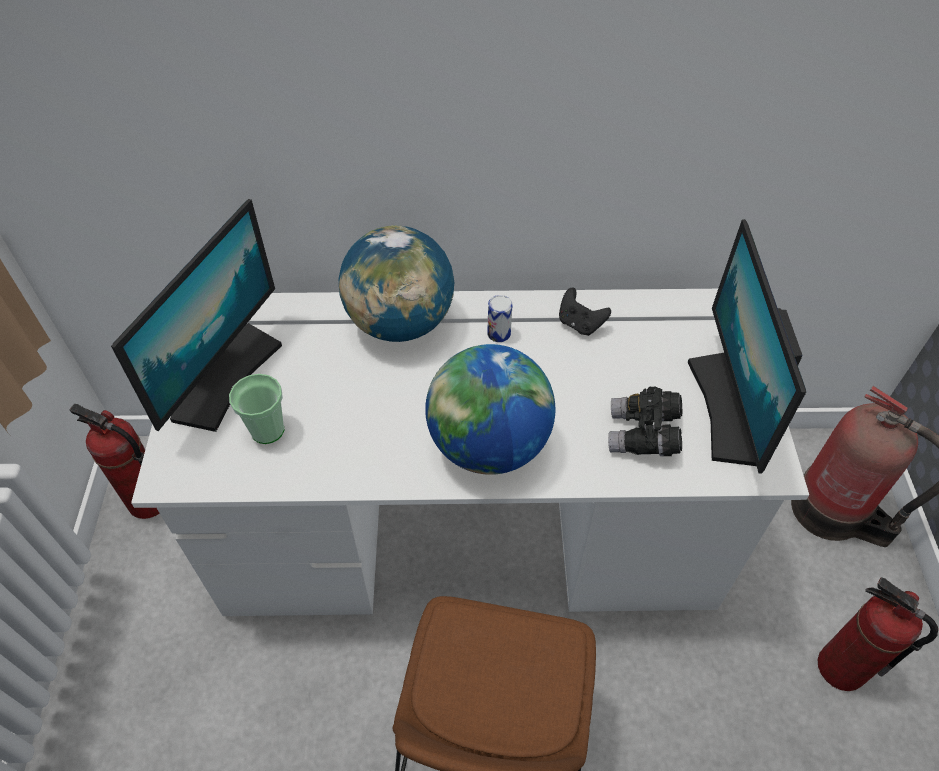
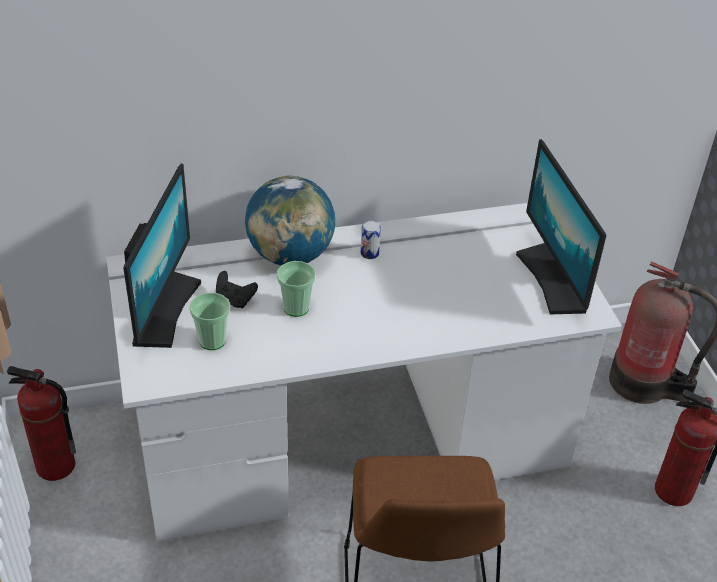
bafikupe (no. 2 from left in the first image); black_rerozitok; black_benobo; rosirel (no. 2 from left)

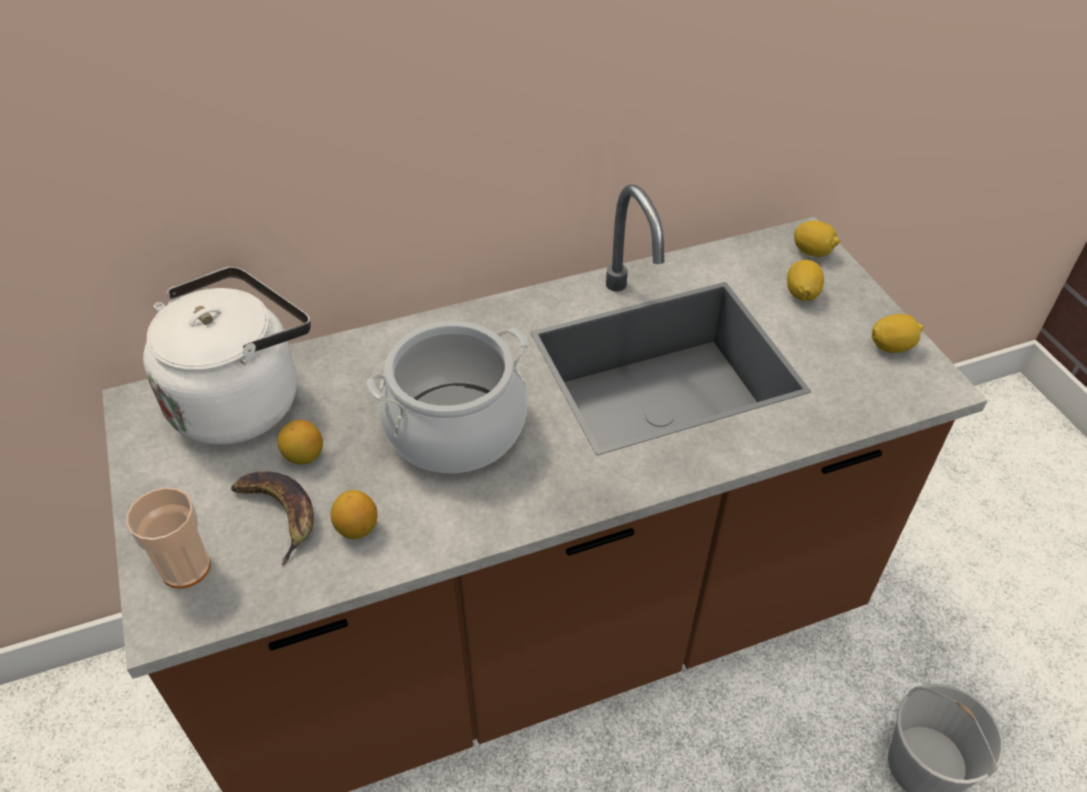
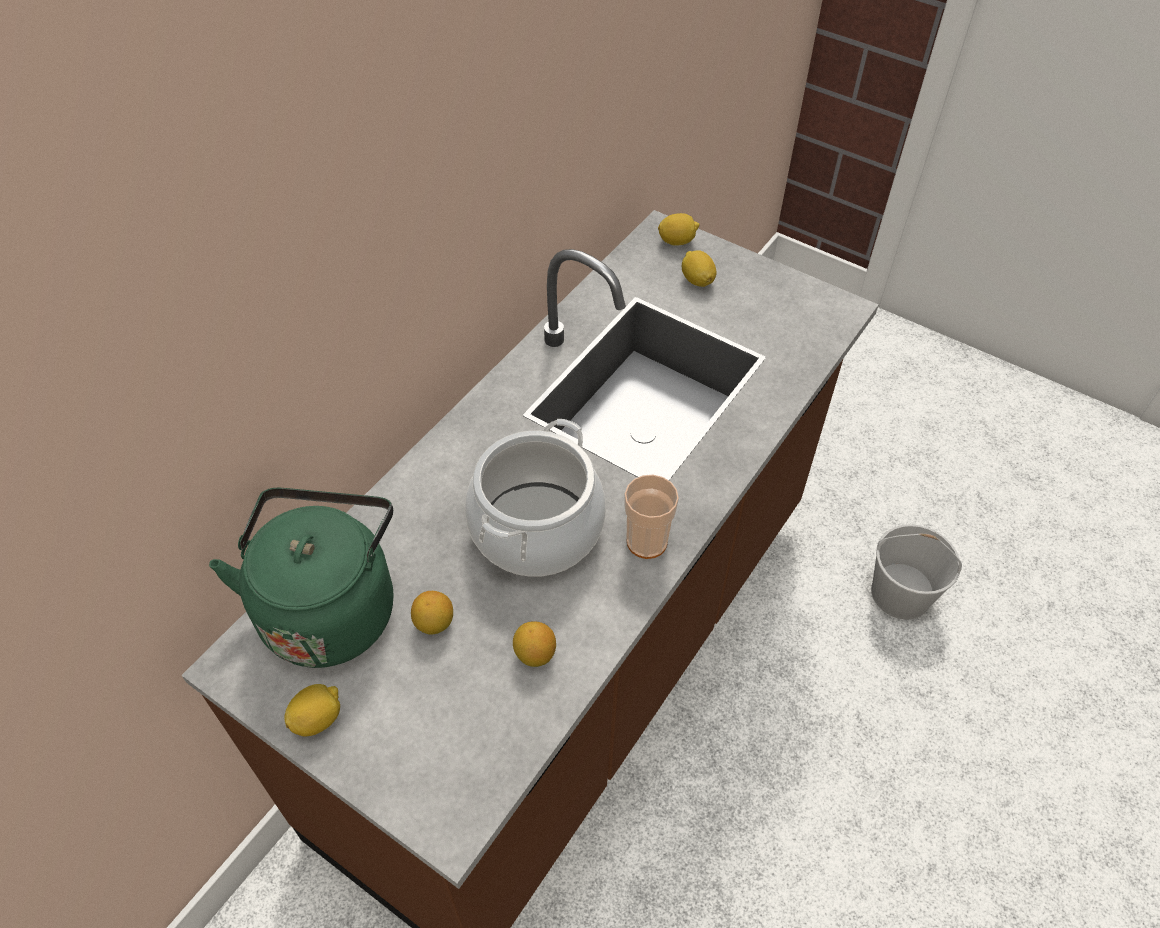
rosirel; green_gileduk; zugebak; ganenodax (no. 1 from left)

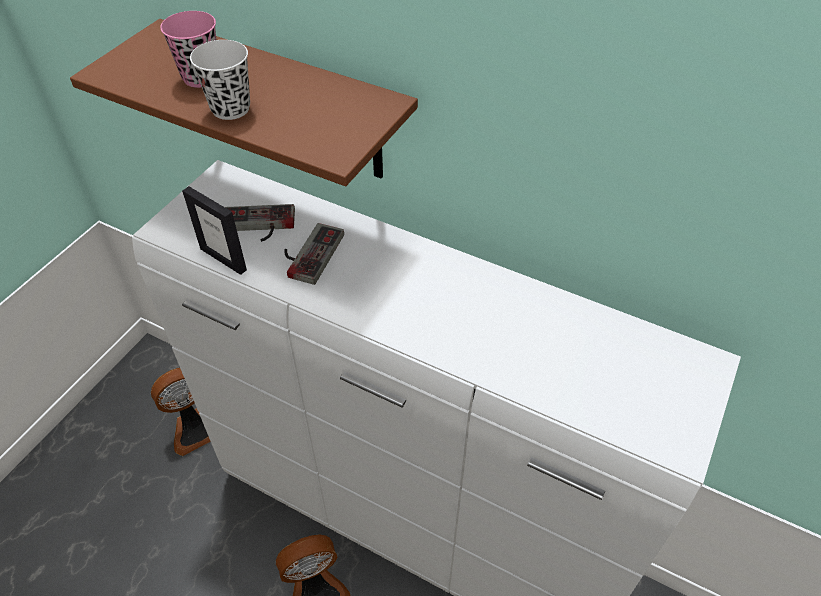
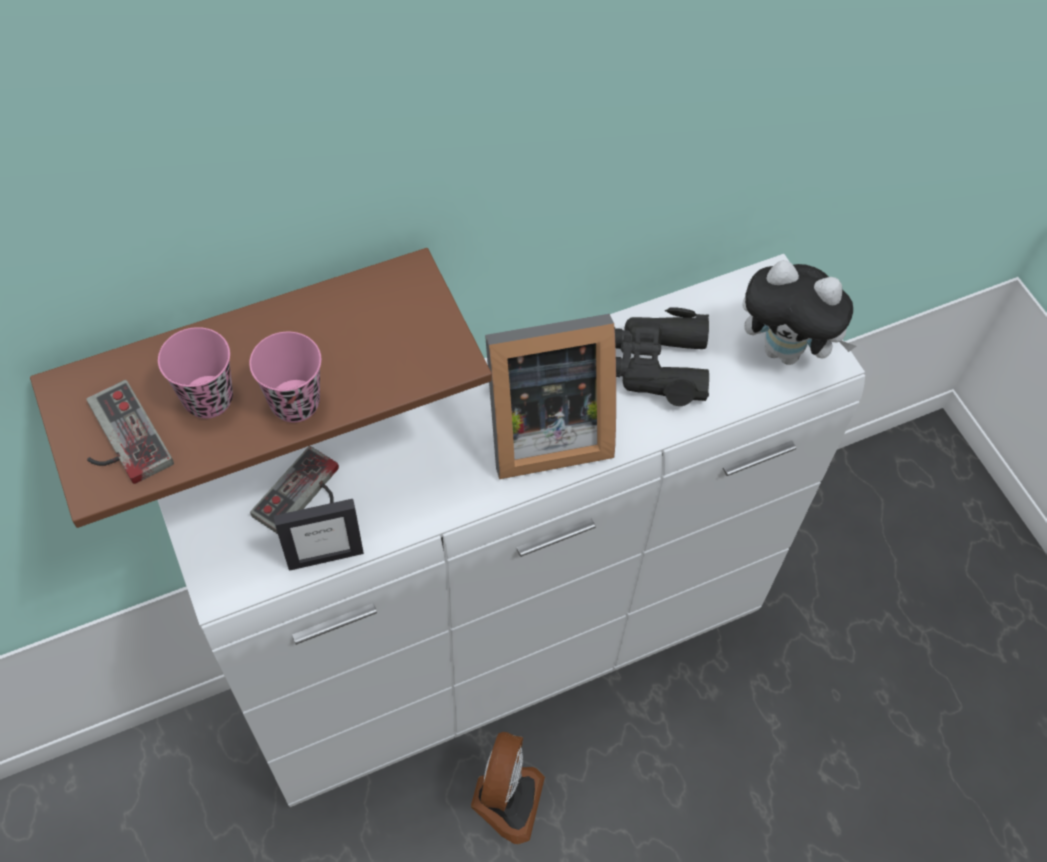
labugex (no. 1 from left in the first image); pink_rosirel (no. 2 from left); rerozitok (no. 1 from left); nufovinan (no. 2 from left); black_benobo; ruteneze

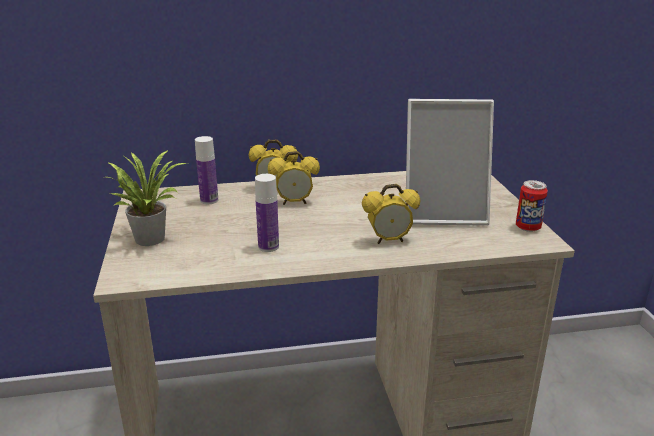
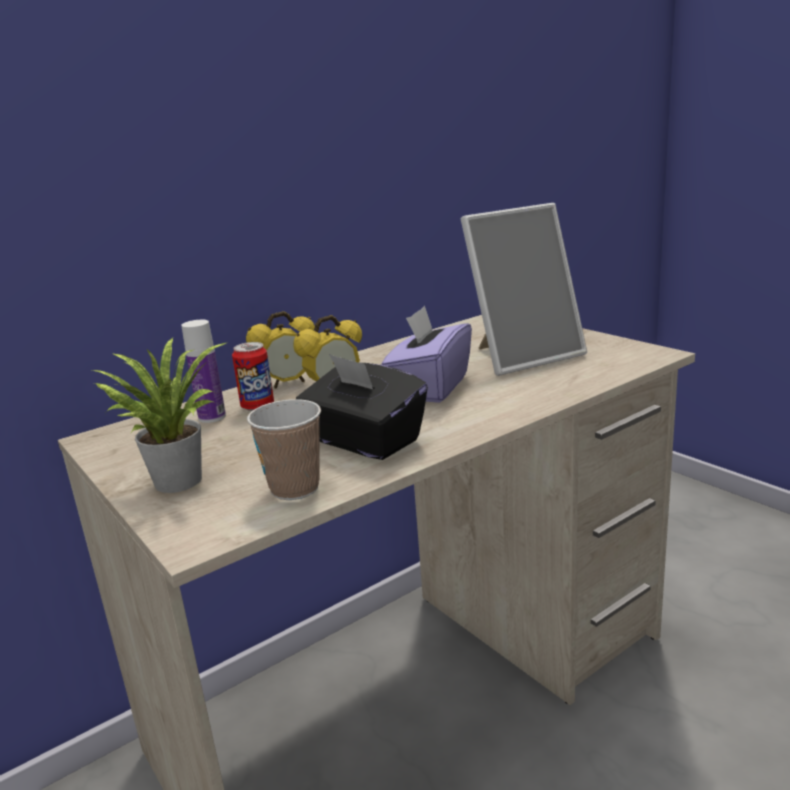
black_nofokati; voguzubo (no. 3 from left in the first image); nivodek; rosirel; purple_nofokati

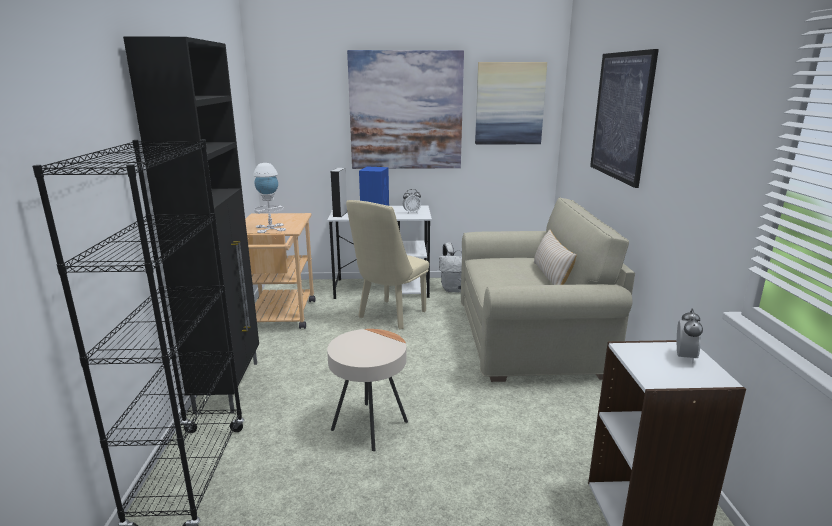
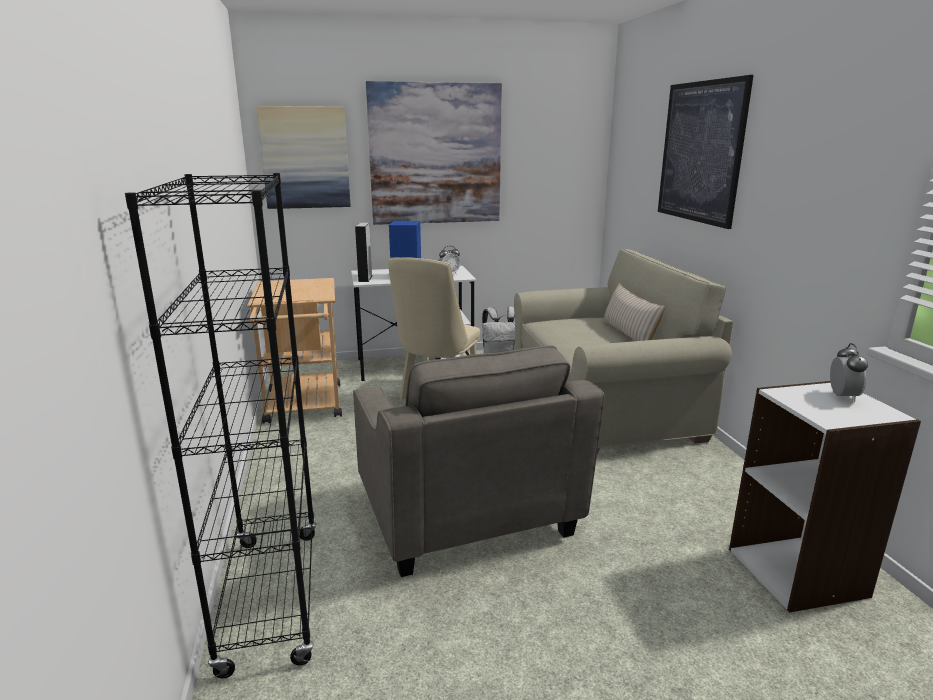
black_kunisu; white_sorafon; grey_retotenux; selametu (no. 1 from left)

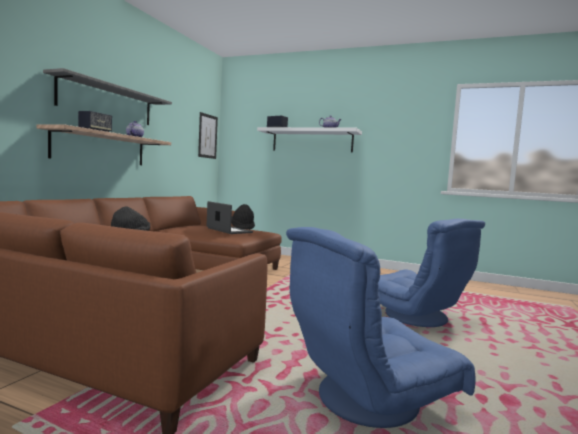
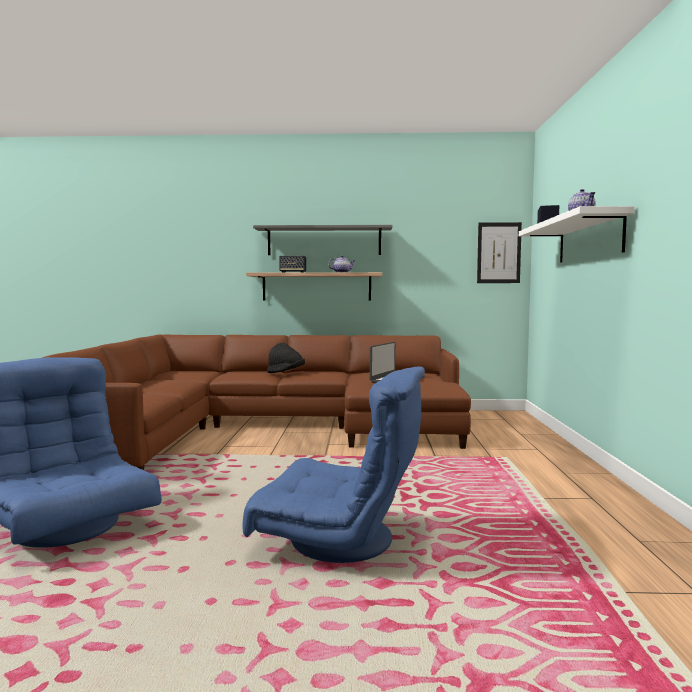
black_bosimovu (no. 2 from left in the first image); blue_retotenux (no. 2 from left)

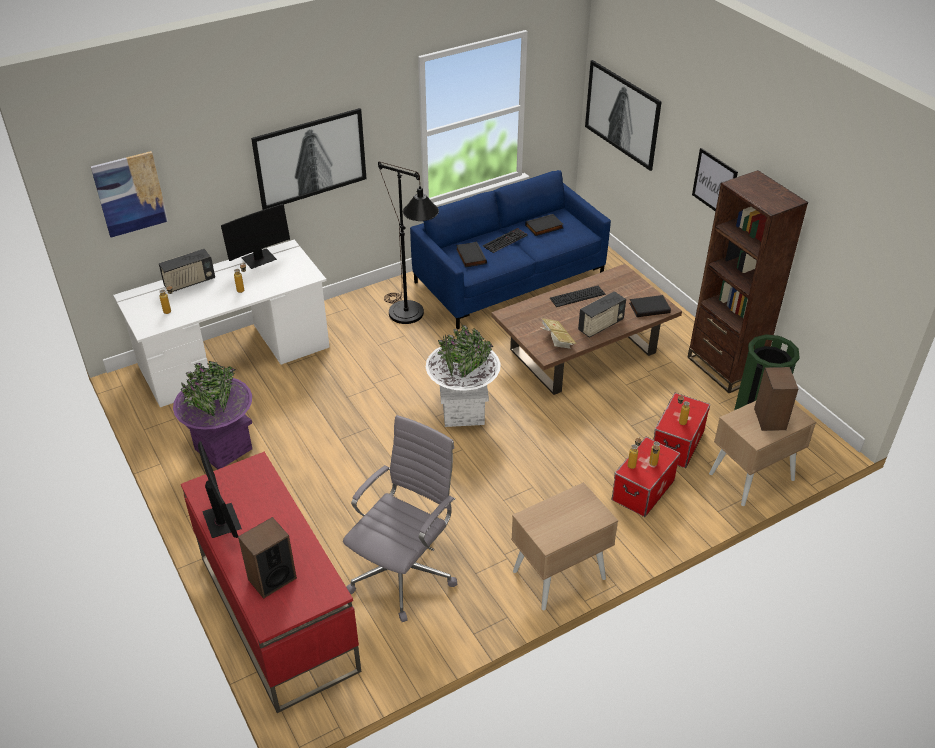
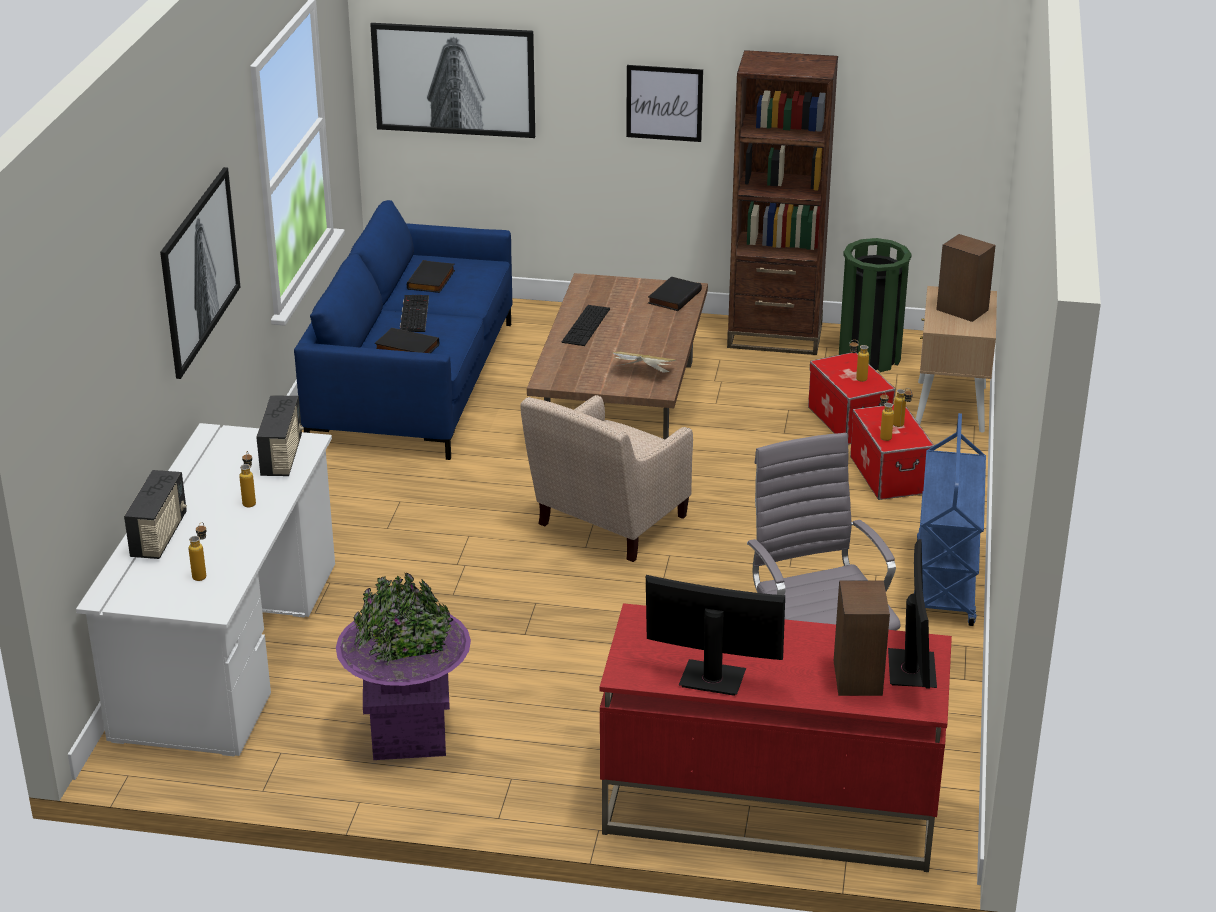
selametu (no. 1 from left in the first image); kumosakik (no. 2 from left); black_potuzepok; beige_retotenux; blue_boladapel; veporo (no. 2 from left)

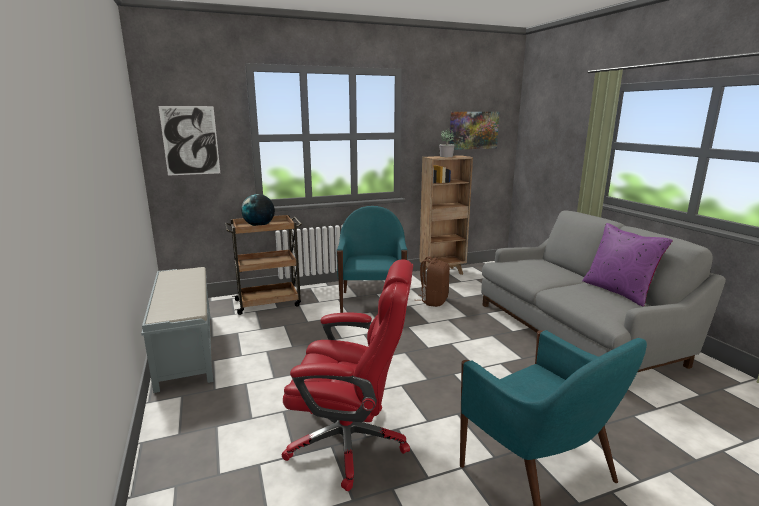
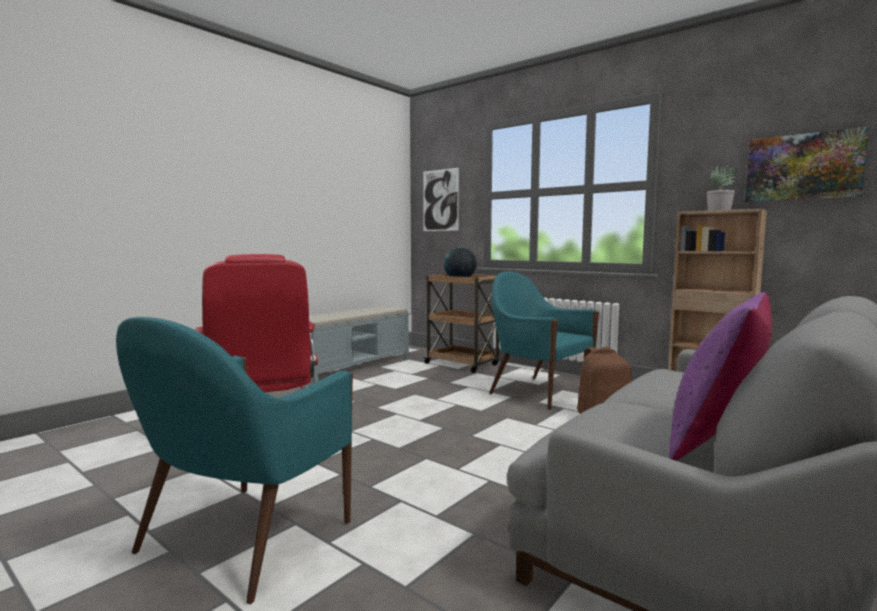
turquoise_retotenux (no. 2 from left)

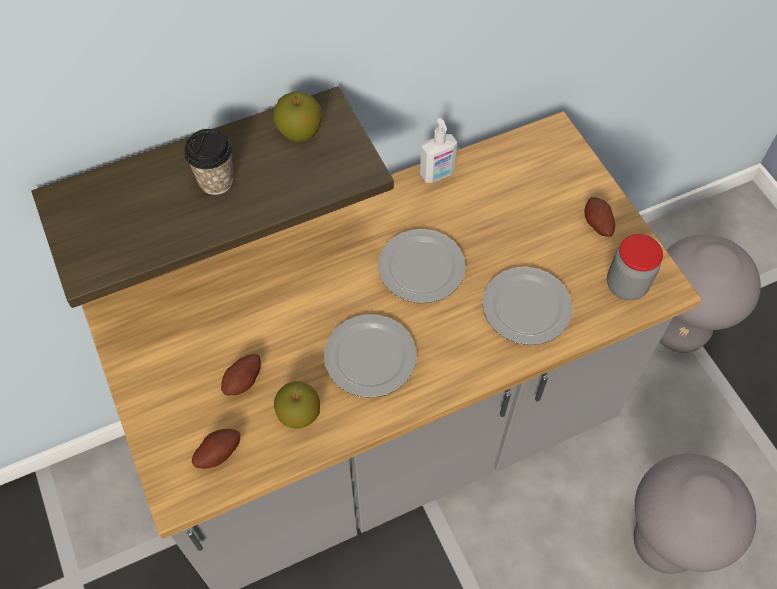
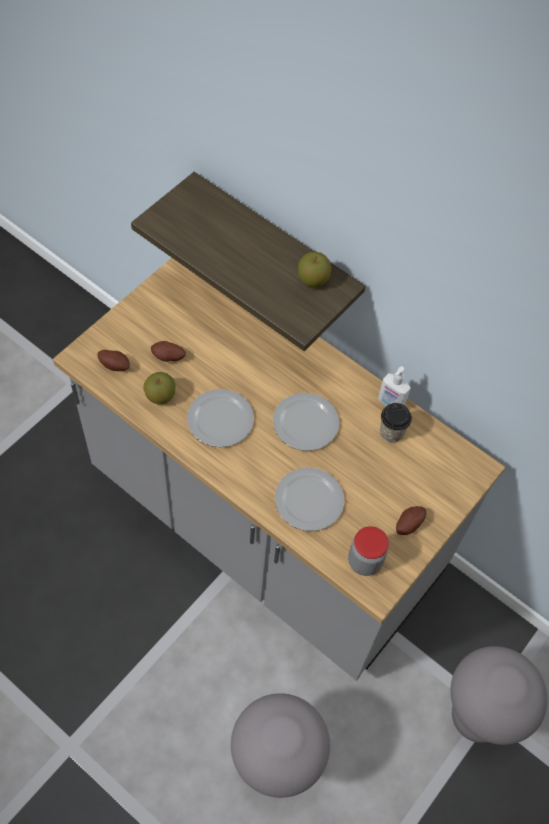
rosirel

